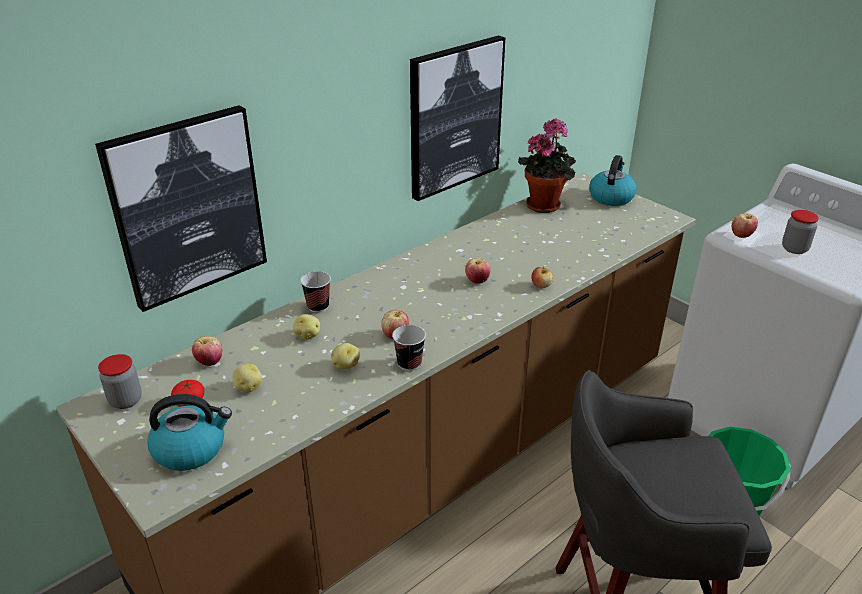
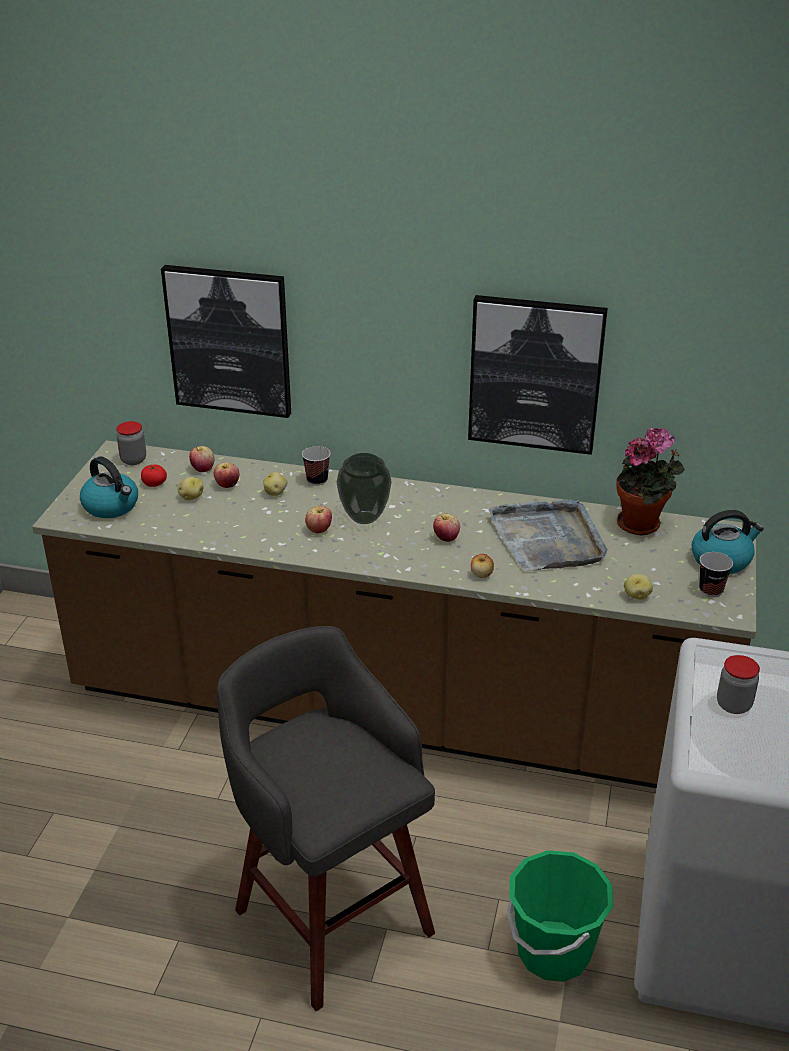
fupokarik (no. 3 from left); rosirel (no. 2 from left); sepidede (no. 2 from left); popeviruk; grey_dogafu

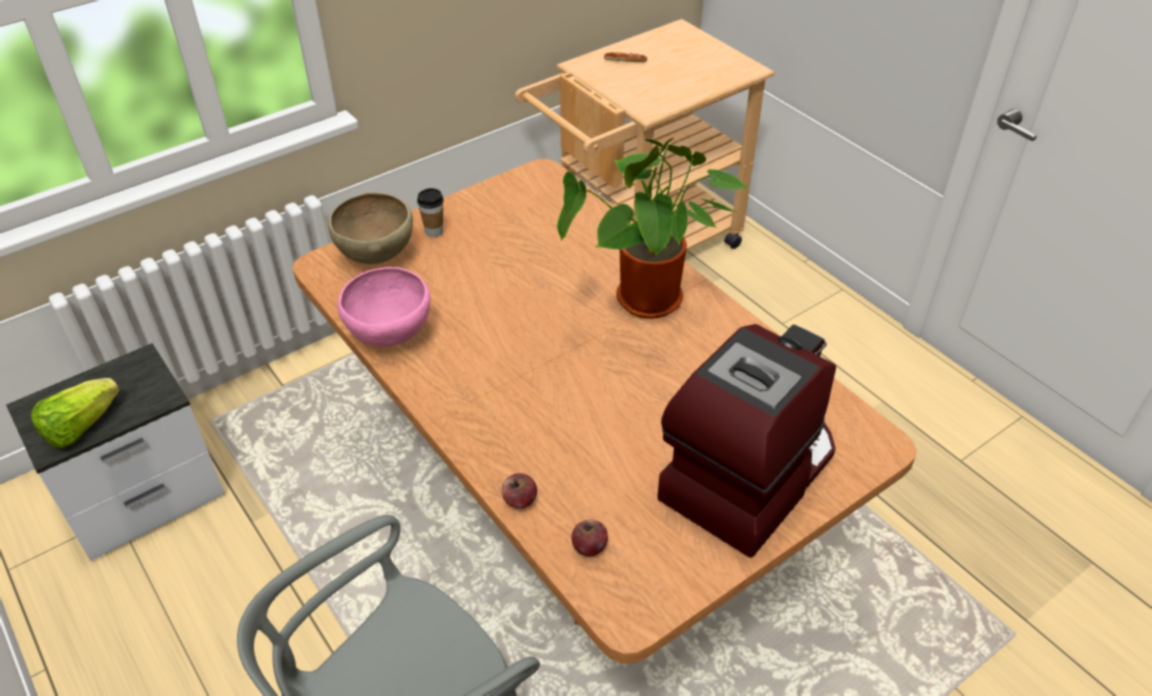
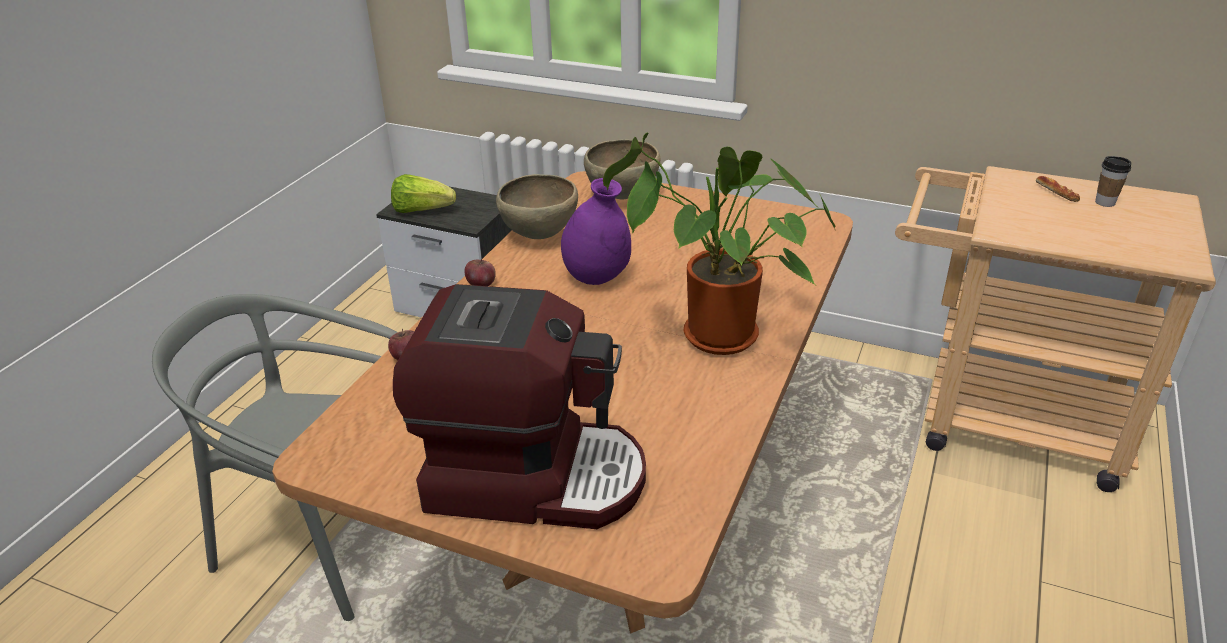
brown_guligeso (no. 1 from left); rosirel; sepidede (no. 2 from left); purple_popeviruk

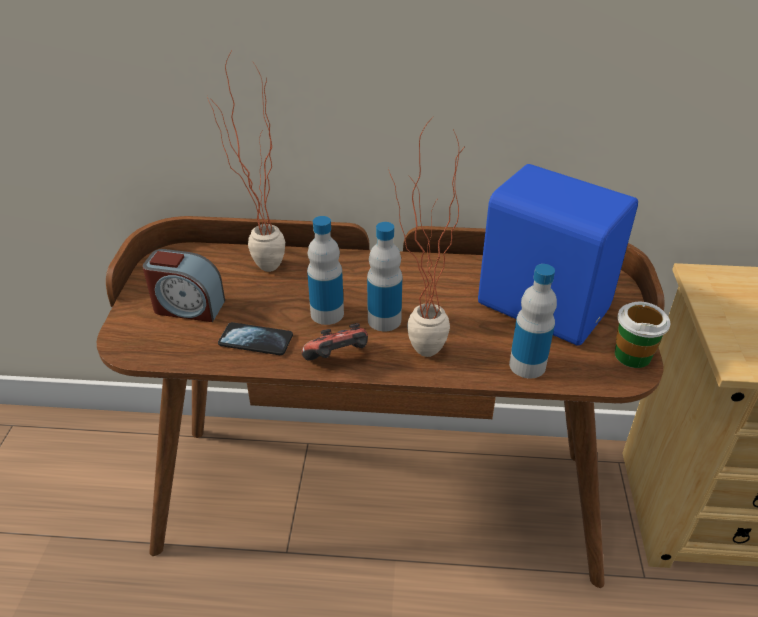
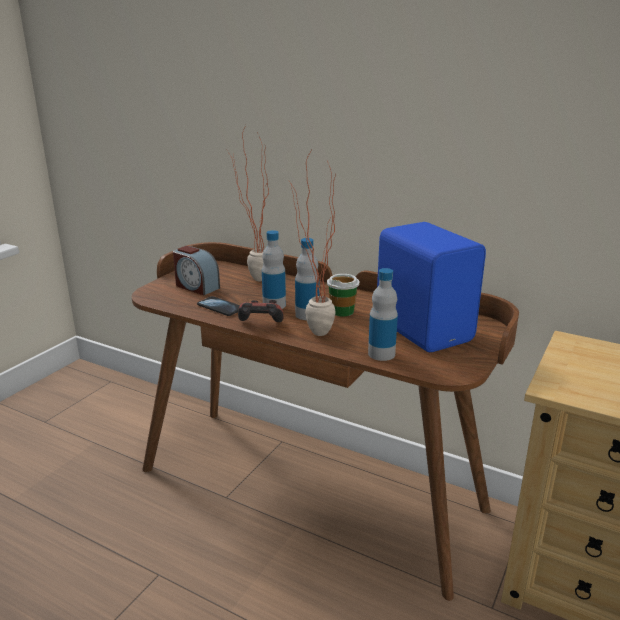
rosirel

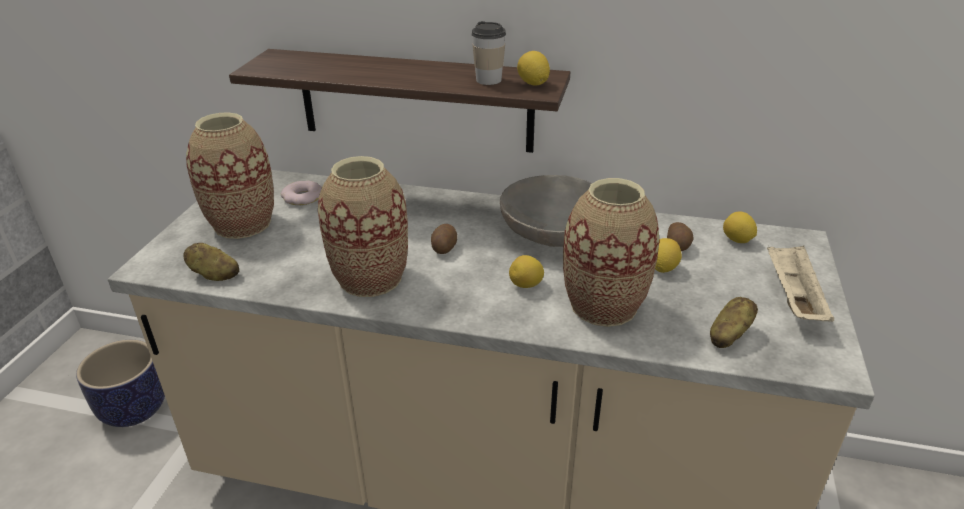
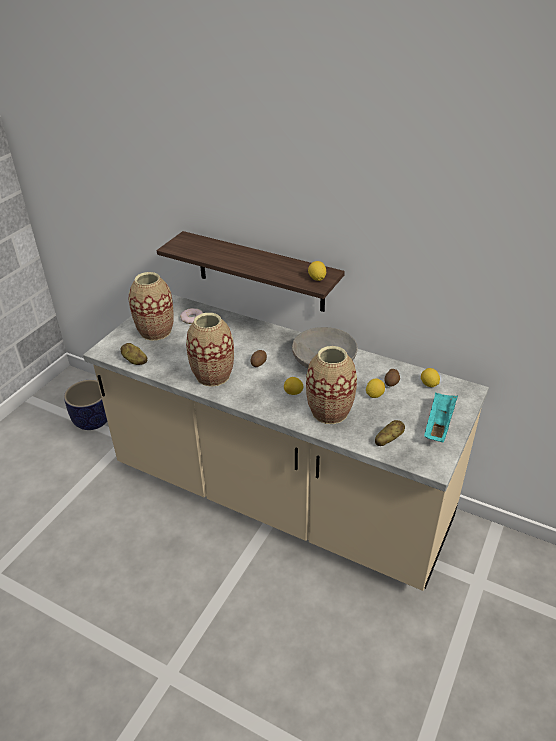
rosirel; turquoise_dogafu

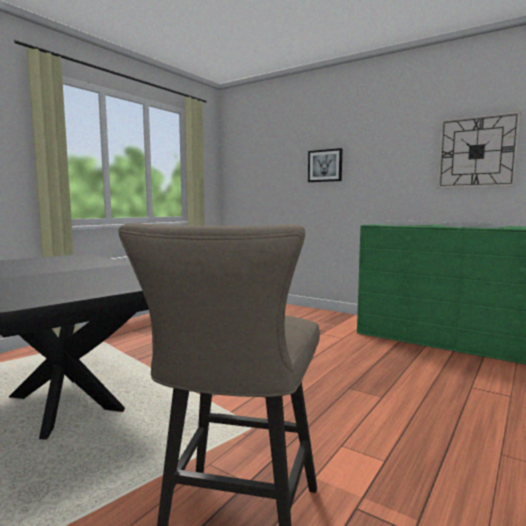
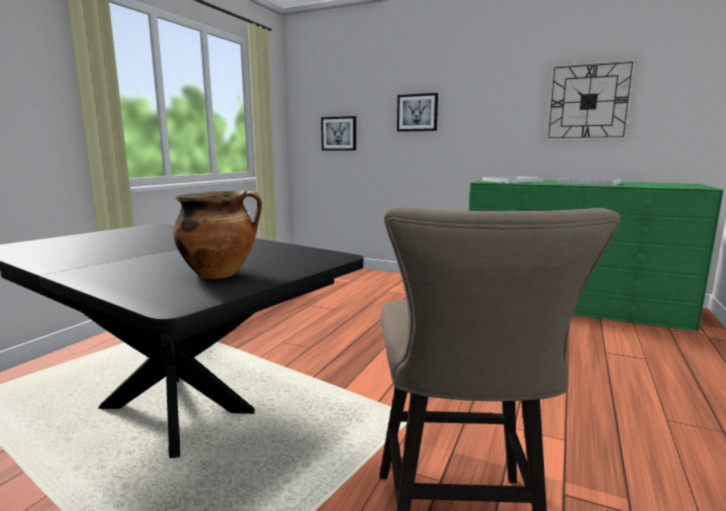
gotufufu; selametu (no. 1 from left)

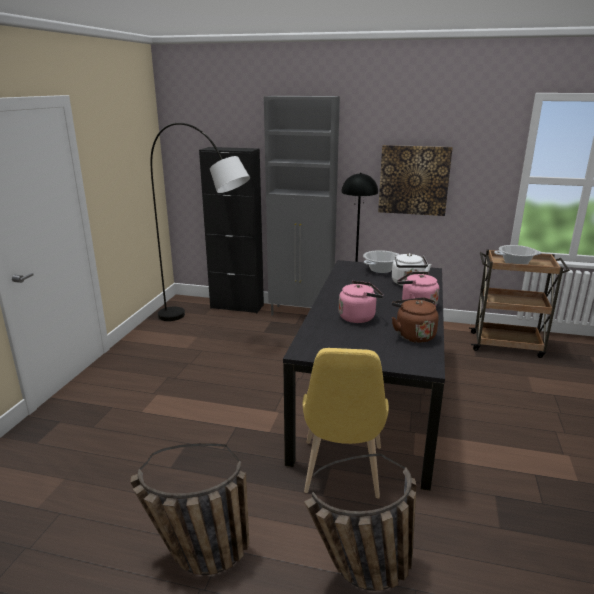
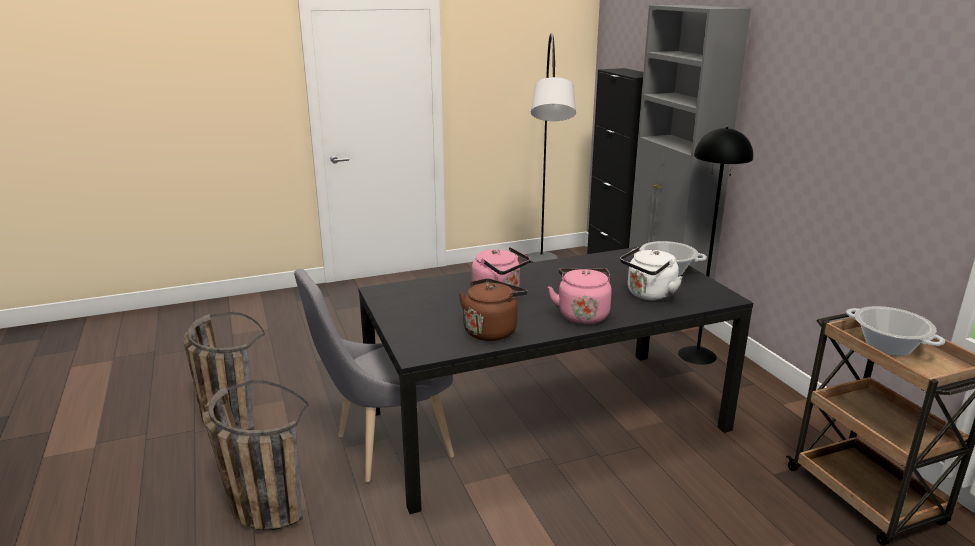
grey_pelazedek; selametu

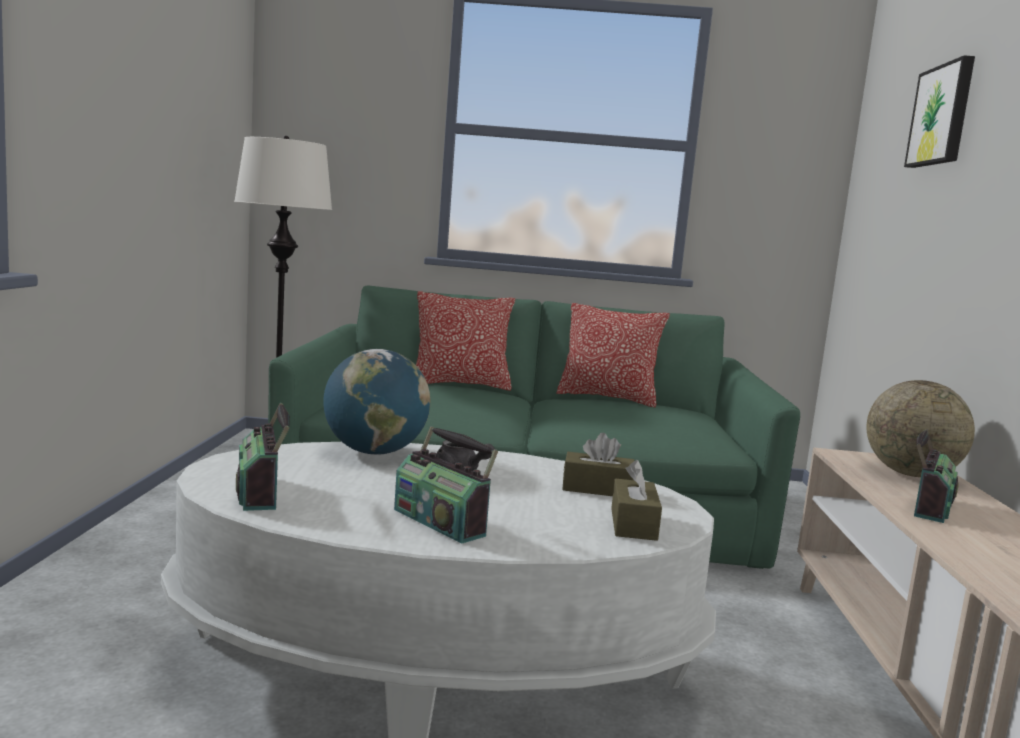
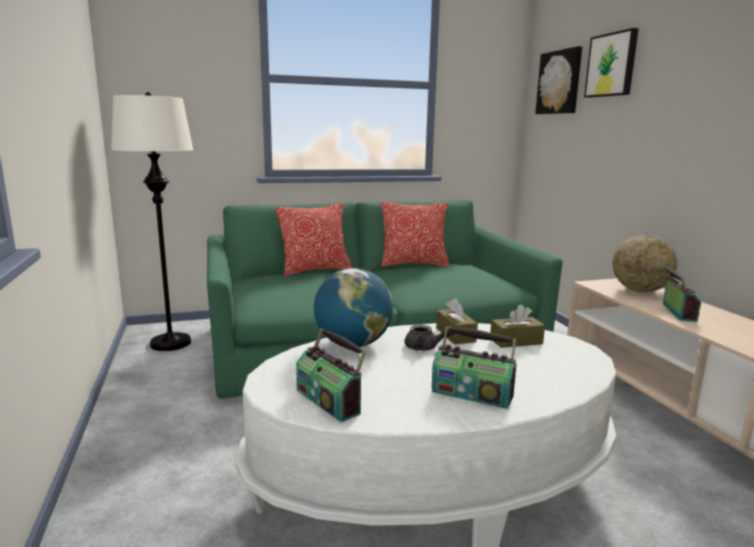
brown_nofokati (no. 1 from left); selametu (no. 1 from left)

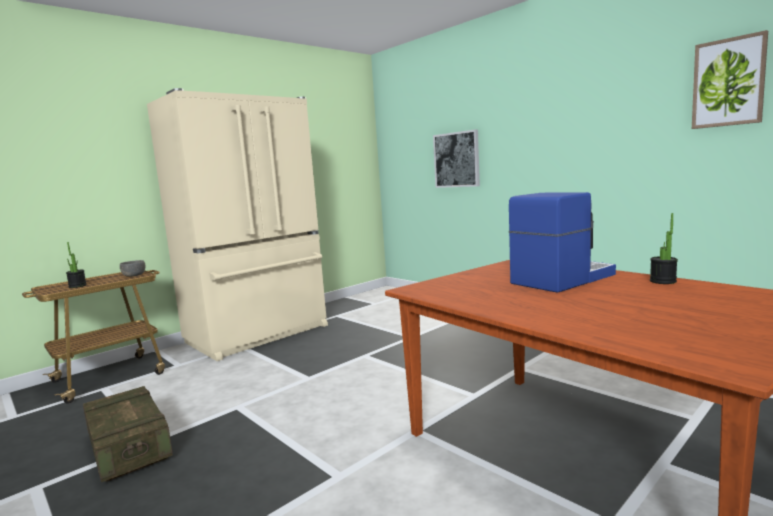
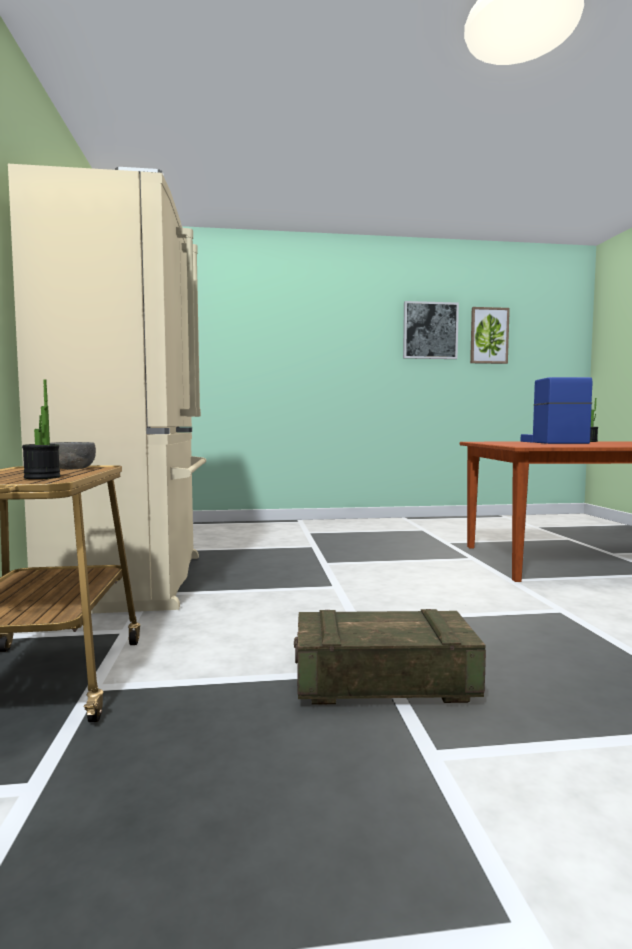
selametu (no. 1 from left)

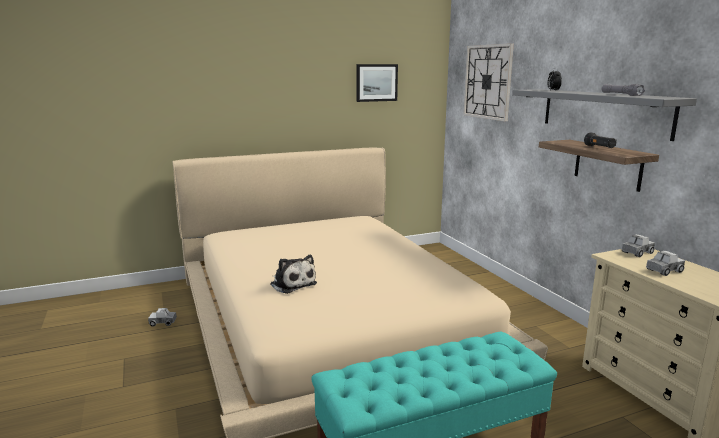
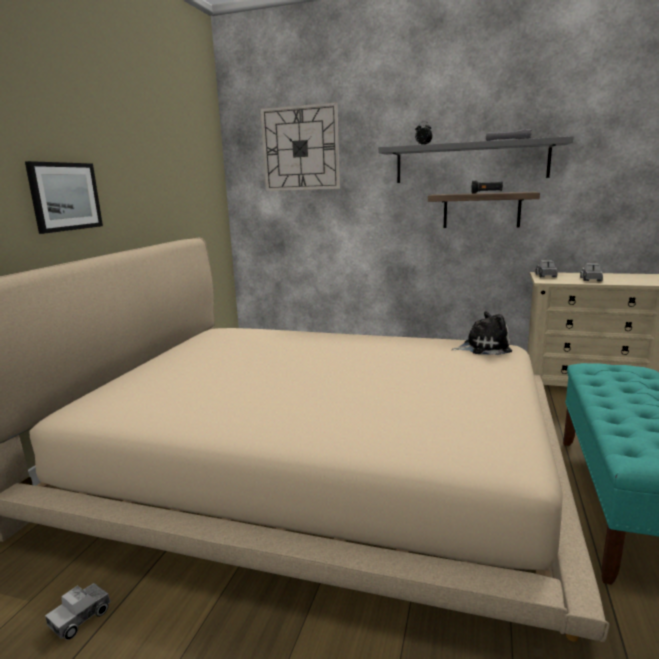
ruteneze; selametu

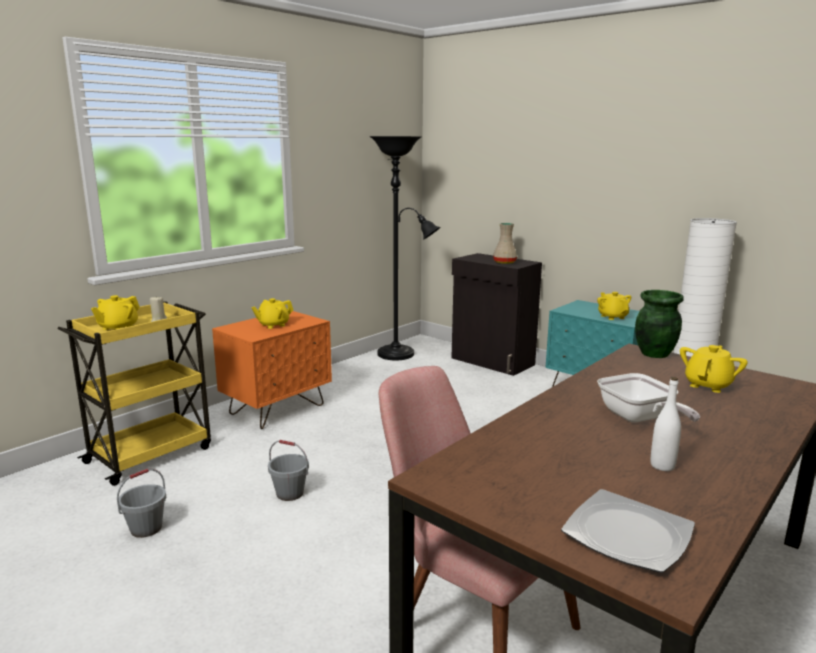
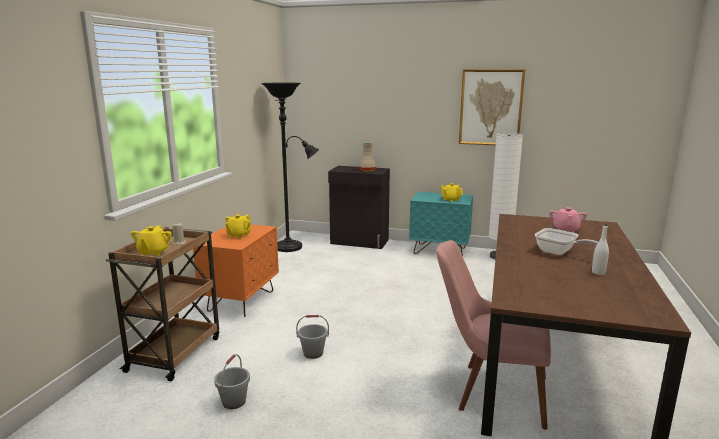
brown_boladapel; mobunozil; green_popeviruk; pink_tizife; selametu

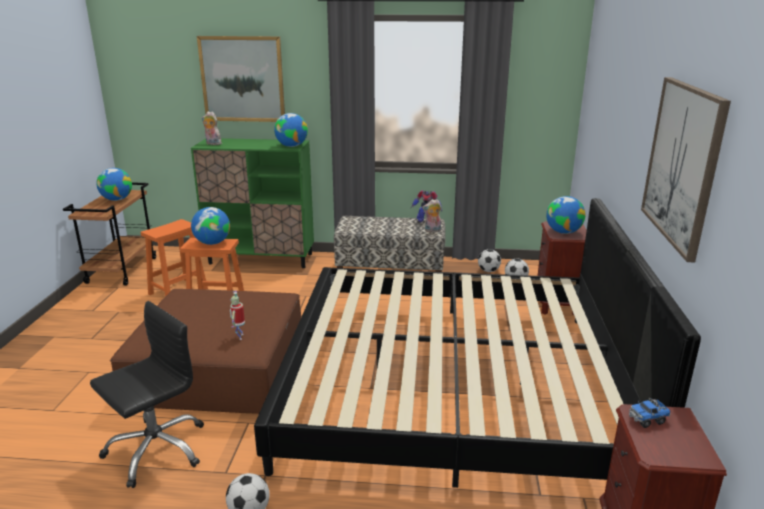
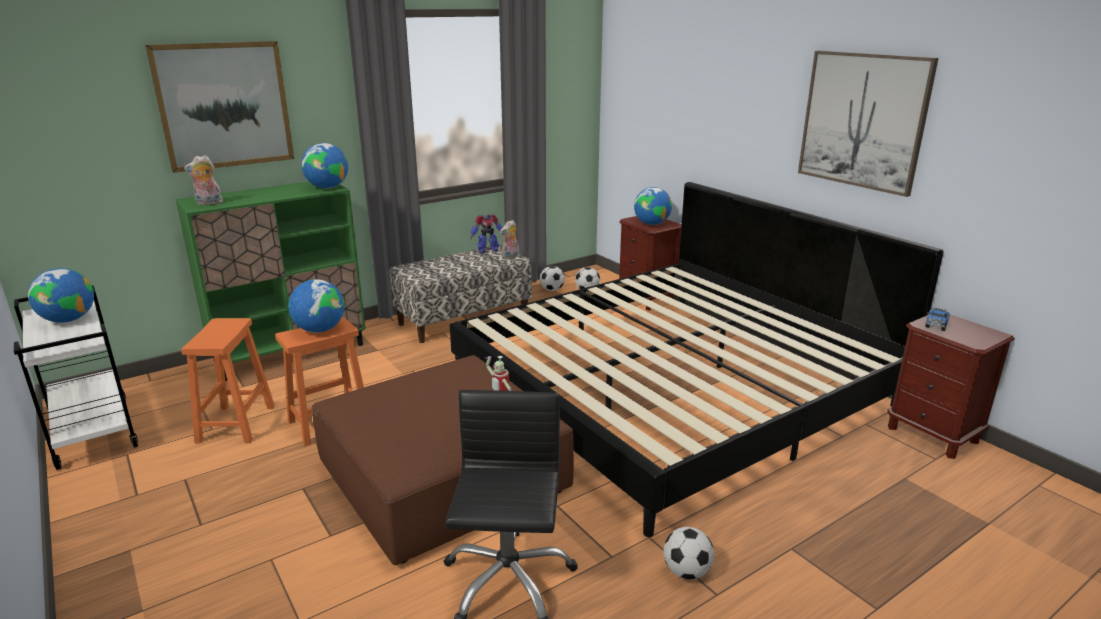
white_boladapel

